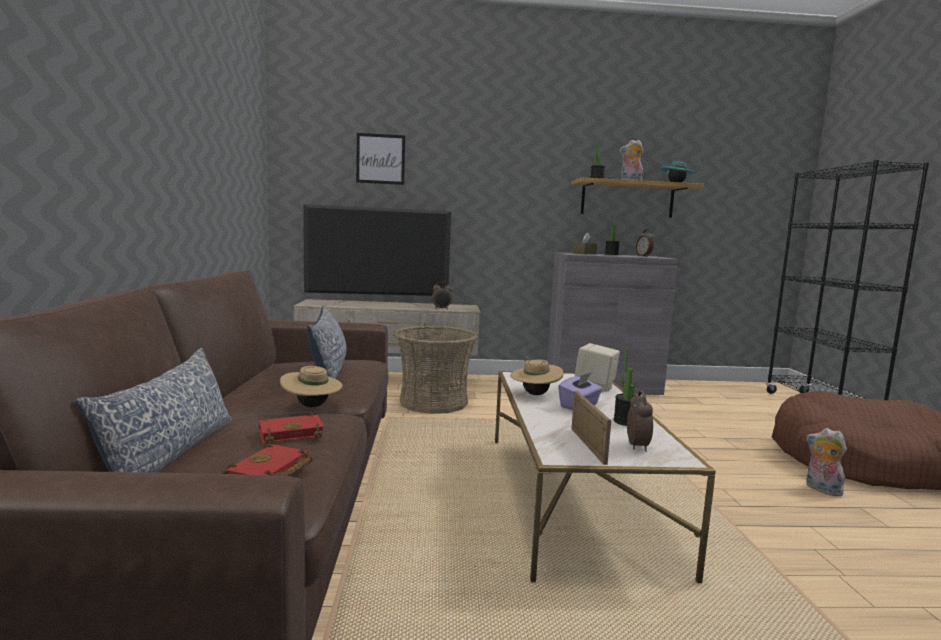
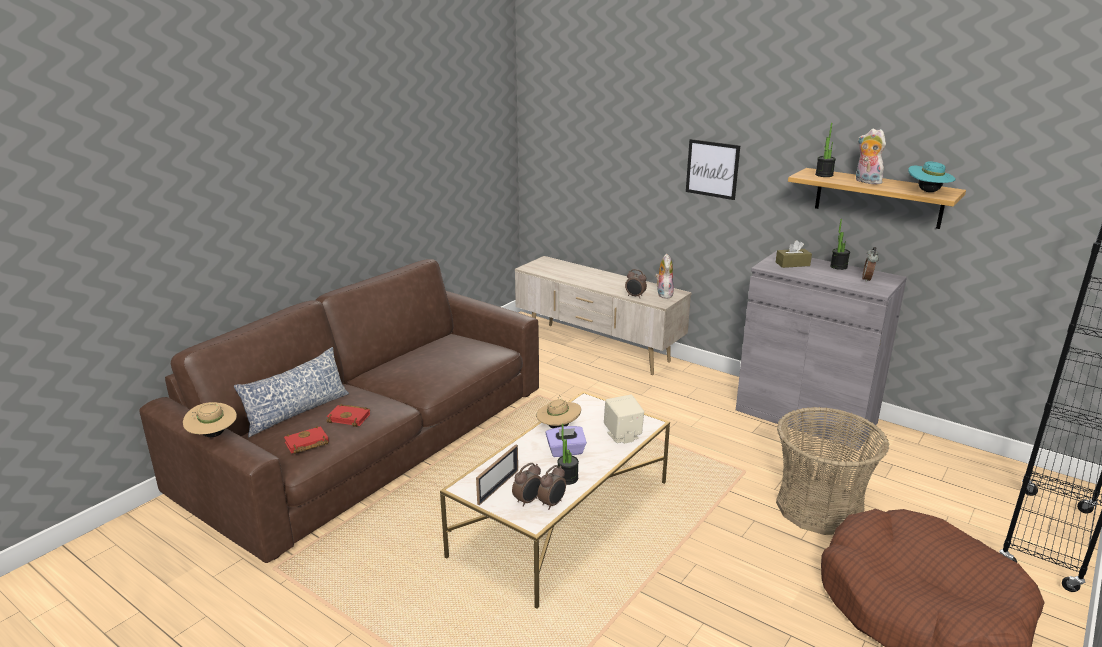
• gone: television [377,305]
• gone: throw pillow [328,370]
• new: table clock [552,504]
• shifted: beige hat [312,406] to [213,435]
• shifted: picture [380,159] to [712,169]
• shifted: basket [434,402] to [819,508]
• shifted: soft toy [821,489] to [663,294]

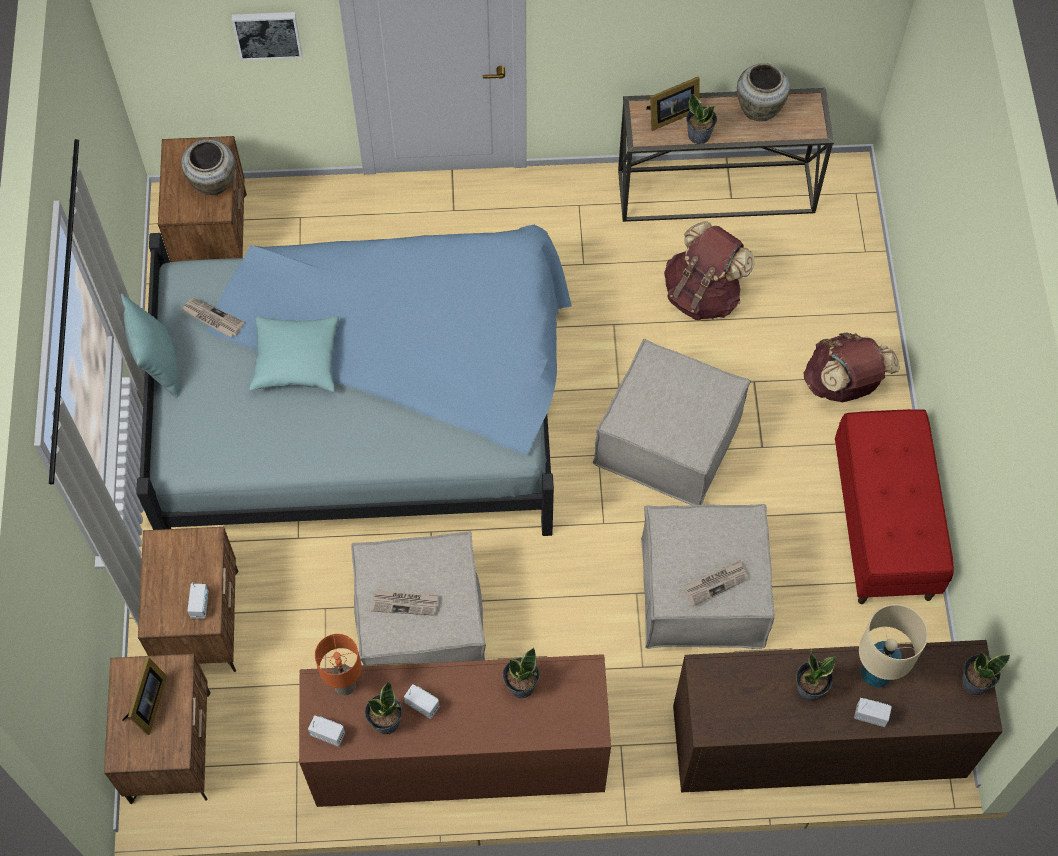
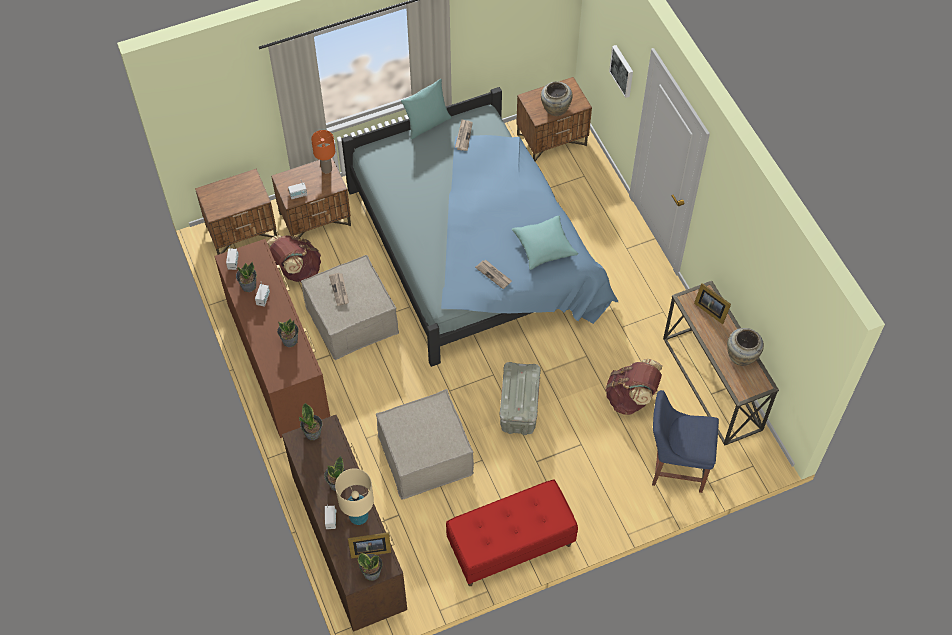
• new: blue-coloured chair [675,467]
• shifted: standing frame [148,705] to [369,550]
• shifted: turquoise throw pillow [296,361] to [544,247]
• shifted: orange-coloured lamp for a table [344,686] to [326,169]
• shifted: daily paper [715,583] to [494,275]
• shifted: plant in a pot [699,135] to [313,433]
• shifted: brown-coloured rucksack [843,385] to [297,271]
• swapped: beige ottoman [667,440] to greyish storage container [519,408]

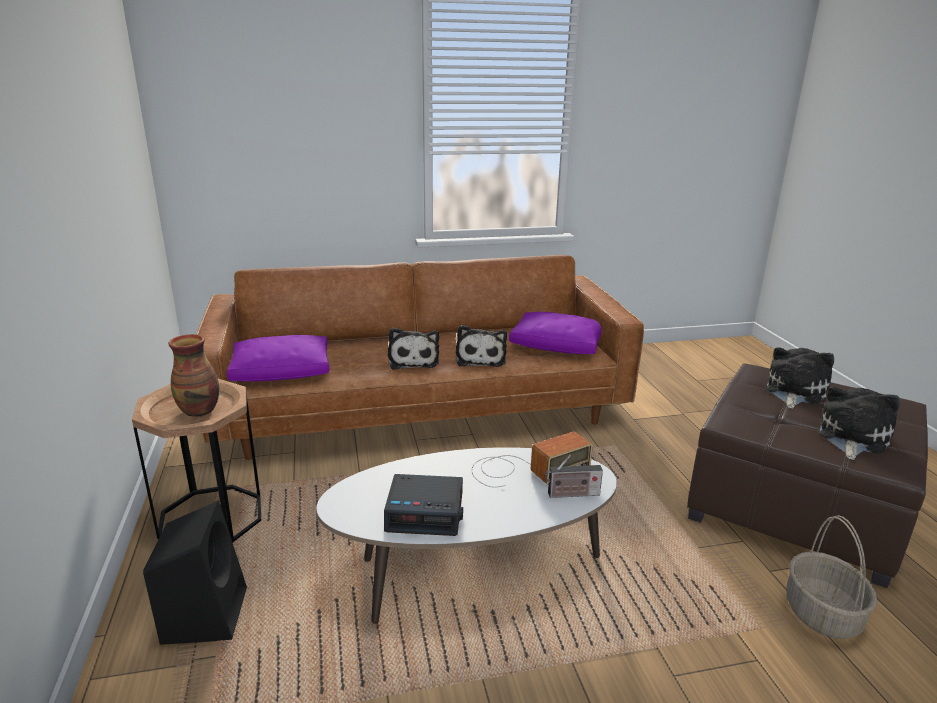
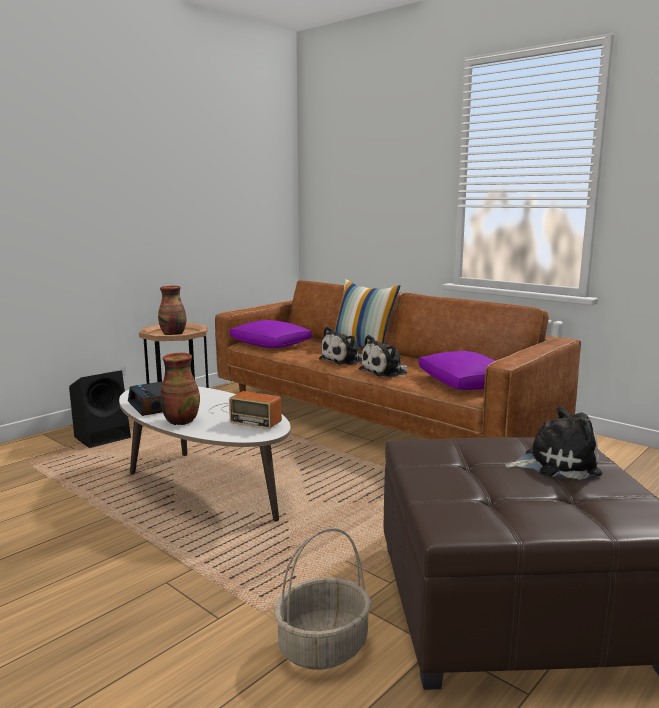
• gone: radio receiver [571,494]
• gone: soft toy [851,437]
• new: flower vase [180,421]
• new: throw pillow [362,349]

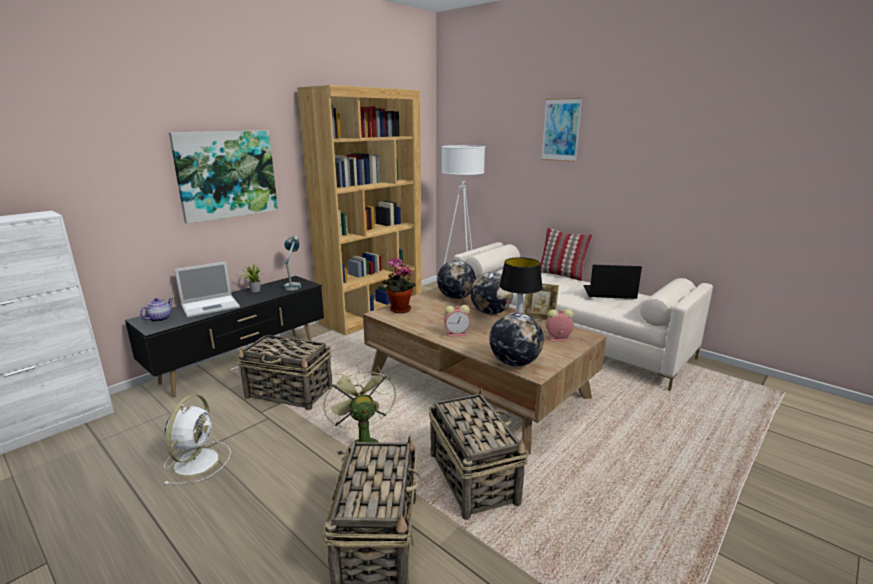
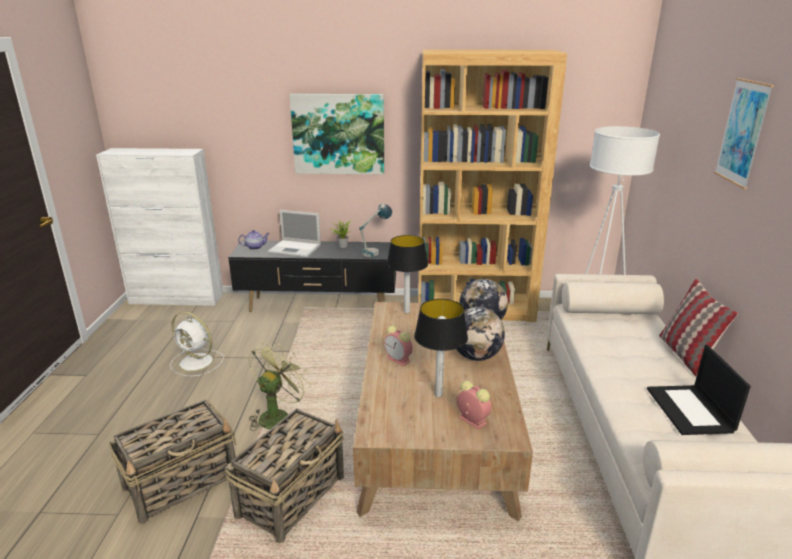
• gone: basket [290,393]
• gone: globe [514,363]
• gone: standing frame [539,318]
• swapped: plant in a pot [398,310] to lamp for a table [406,312]
• rotated: white cooling fan [197,461] = [197,362] 60 degrees clockwise
• rotated: notebook computer [609,293] = [690,410] 150 degrees counterclockwise

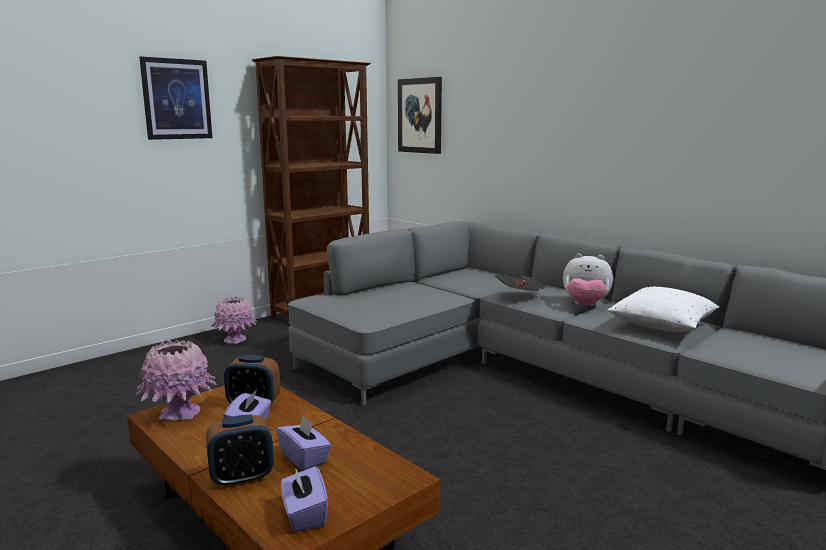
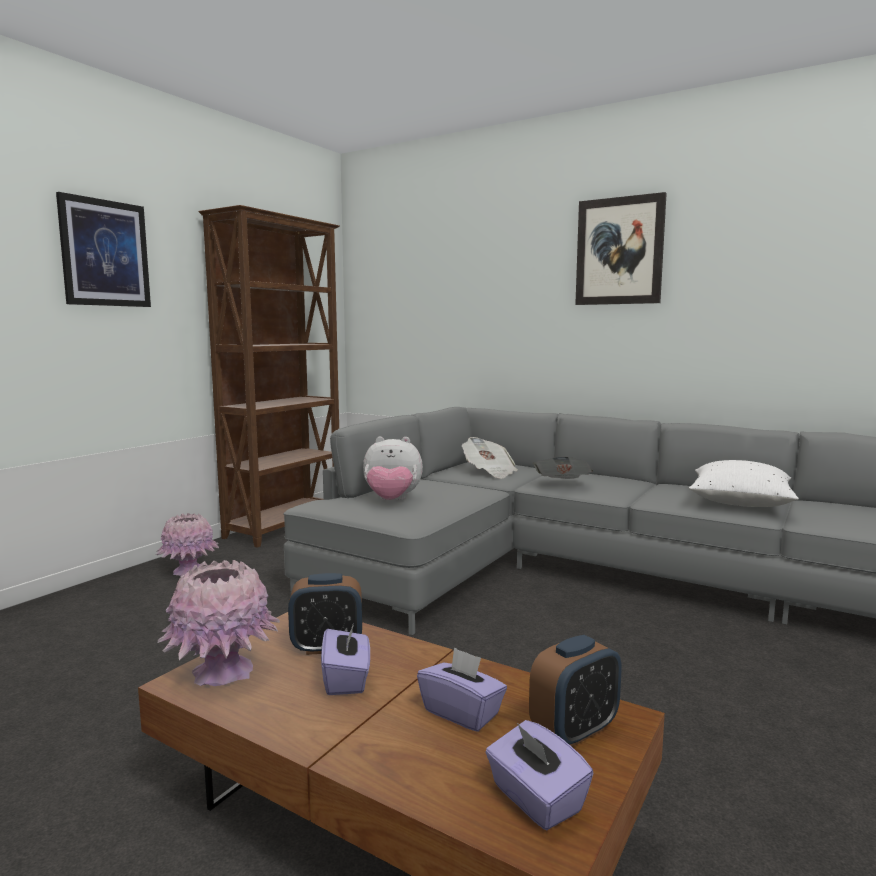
• new: daily paper [489,472]
• shifted: table clock [242,478] to [574,730]
• shifted: picture [420,115] to [619,251]
• shifted: soft toy [585,306] to [392,501]

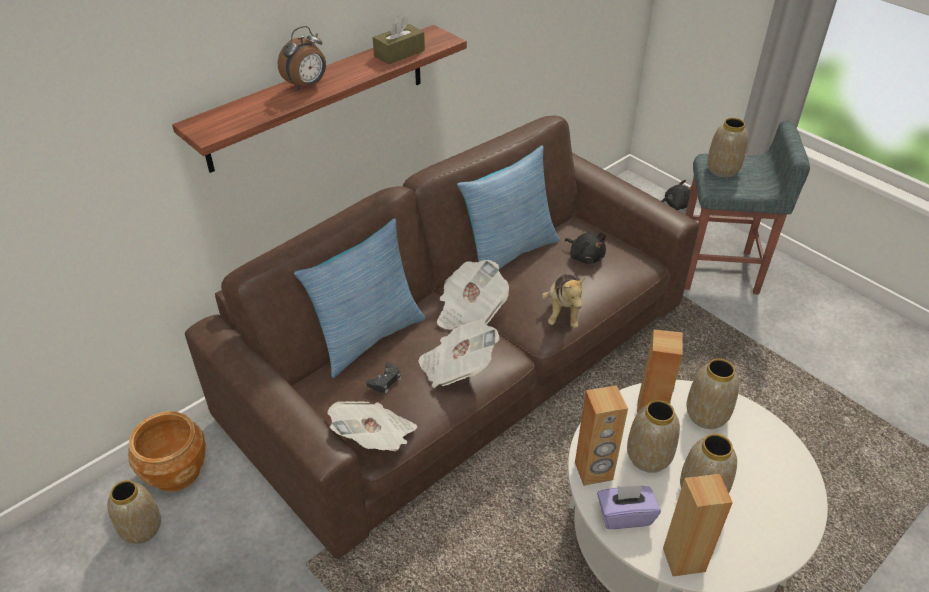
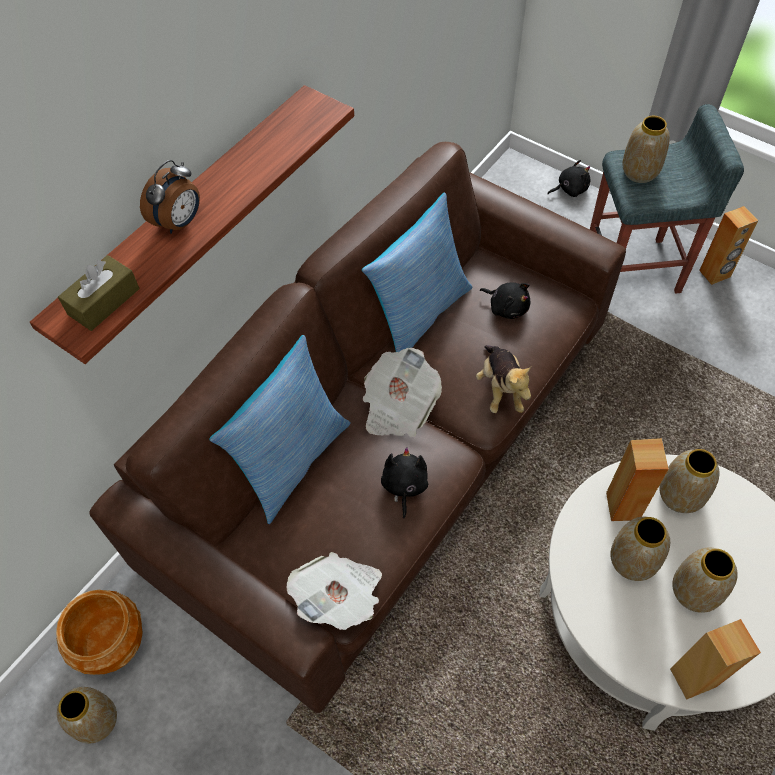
• gone: black gamepad [385,381]
• gone: purple box of tissues [624,515]
• shifted: brown-coloured box of tissues [399,53] to [104,301]
• shifted: brown-coloured loudspeaker [594,471] to [715,274]
• swapped: daily paper [457,367] to black soft toy [404,486]

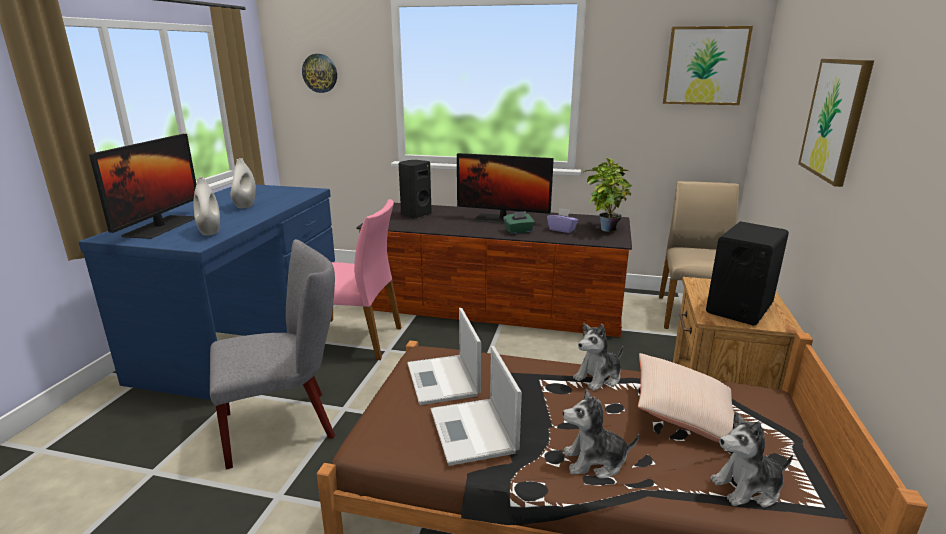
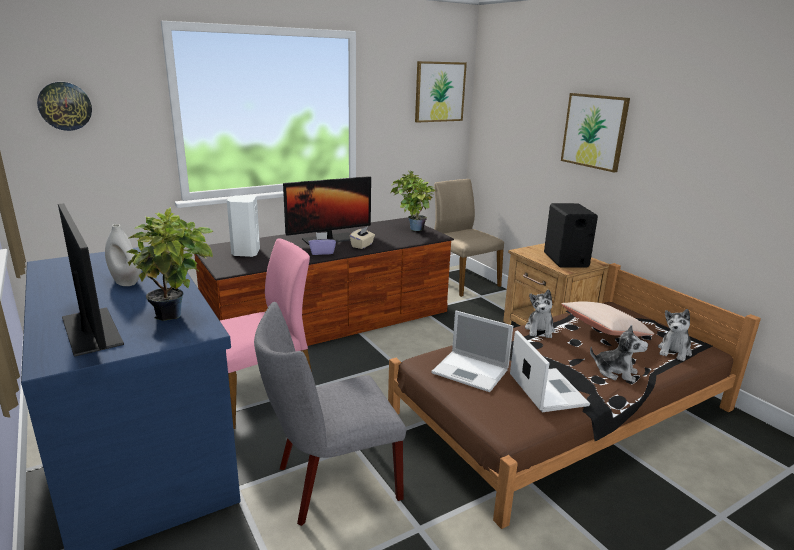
• shifted: purple box of tissues [562,230] to [322,252]
• swapped: white flower vase [210,232] to plant in a pot [175,316]
• repainted: black loudspeaker [415,214] to white loudspeaker [245,252]
• repainted: greenish box of tissues [518,231] to beige box of tissues [362,245]
• rotated: greyish chair [286,424] = [330,483] 135 degrees counterclockwise
• rotated: notebook computer [473,432] = [546,389] 135 degrees counterclockwise
• rotated: soft toy [594,462] = [615,372] 105 degrees counterclockwise

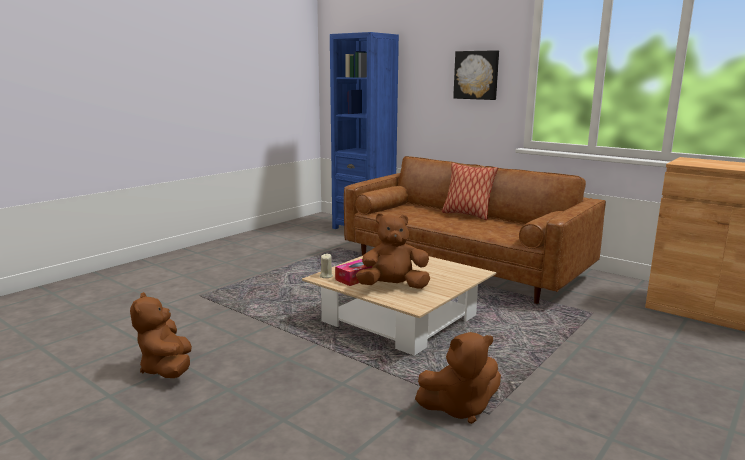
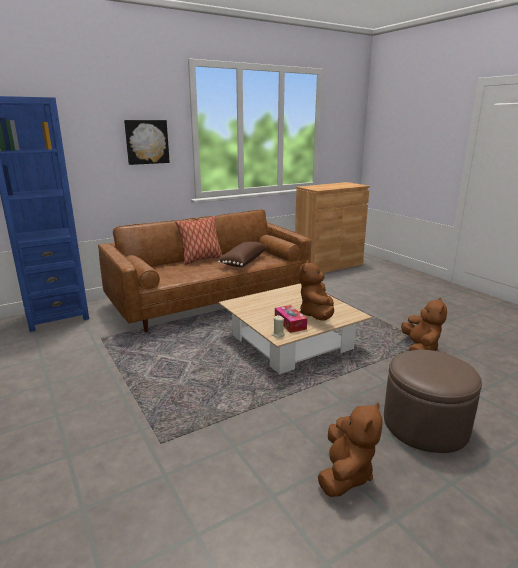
• new: brown-coloured throw pillow [242,261]
• new: brown-coloured ottoman [425,425]
• rotated: brown-coloured soft toy [167,369] = [345,474] 75 degrees counterclockwise

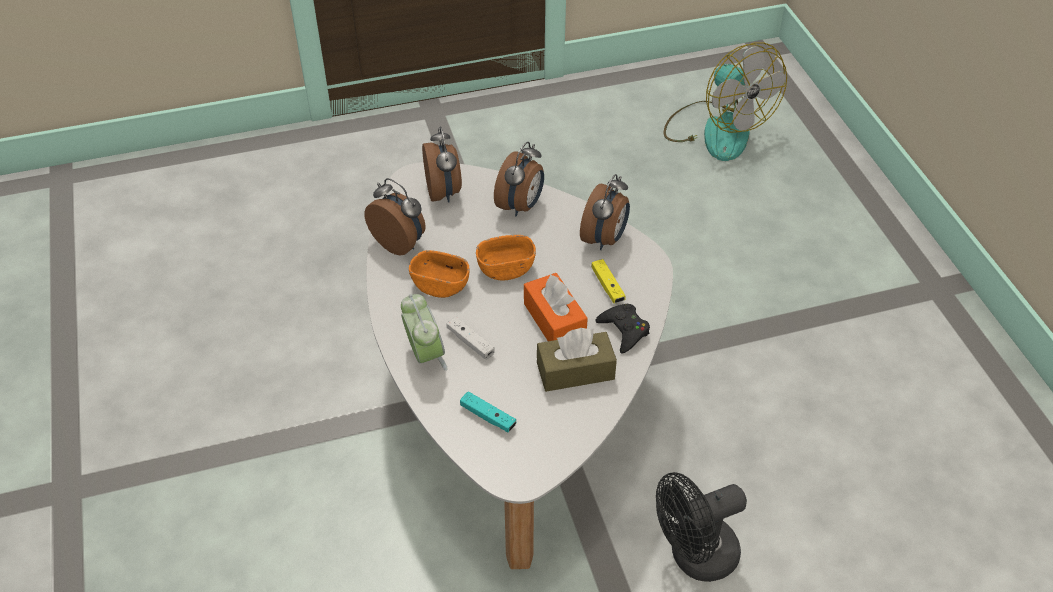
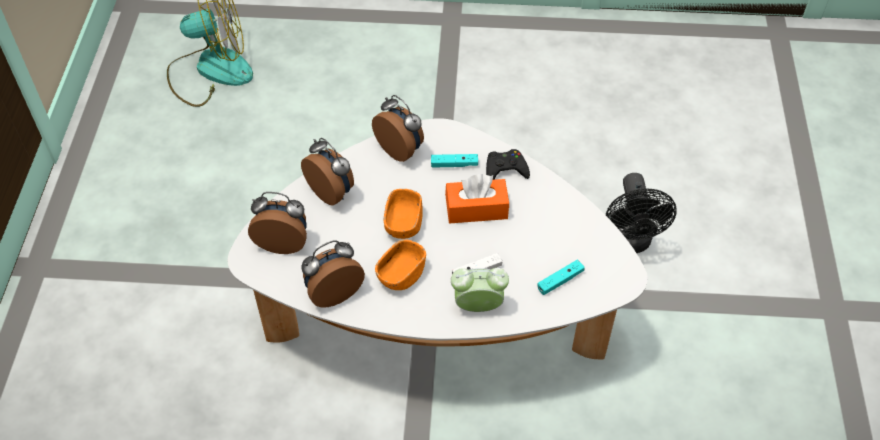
• gone: brown-coloured box of tissues [575,371]
• repainted: yellow-coloured gamepad [607,286] to turquoise gamepad [454,164]

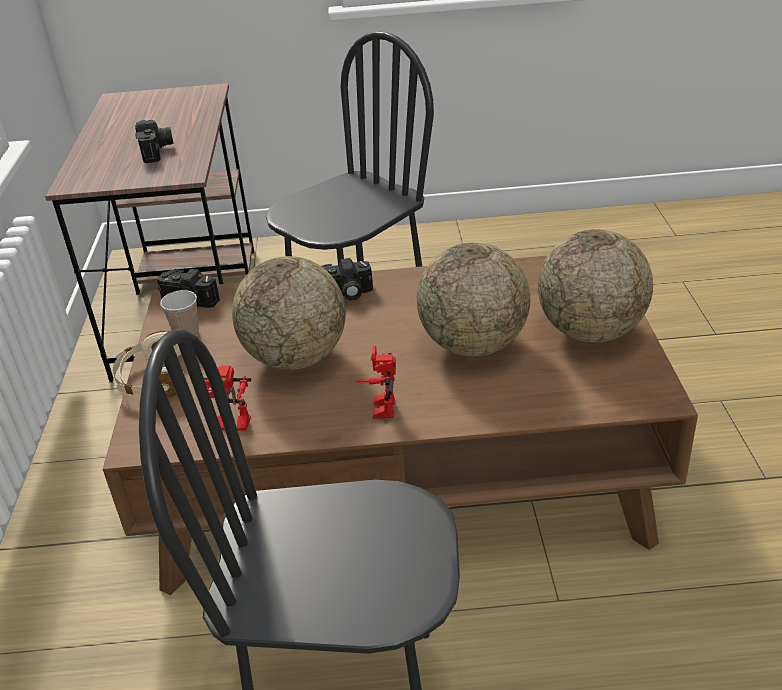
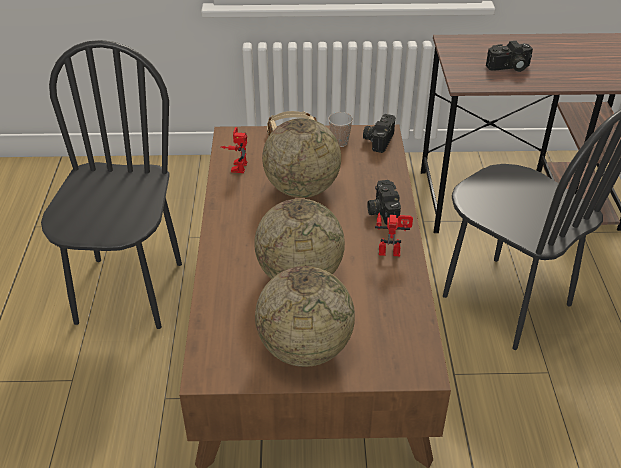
• shifted: model robot [379,406] to [391,248]

